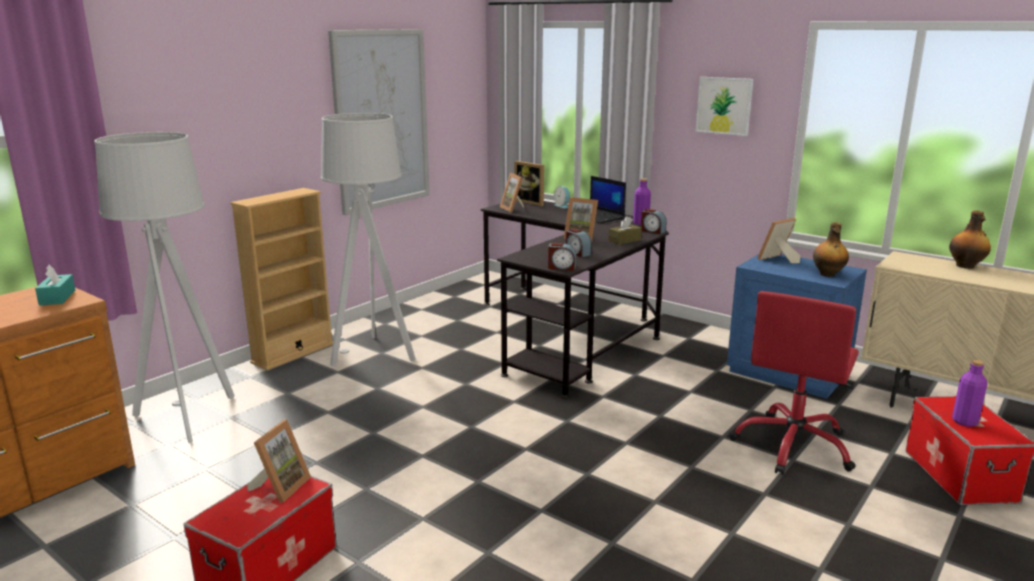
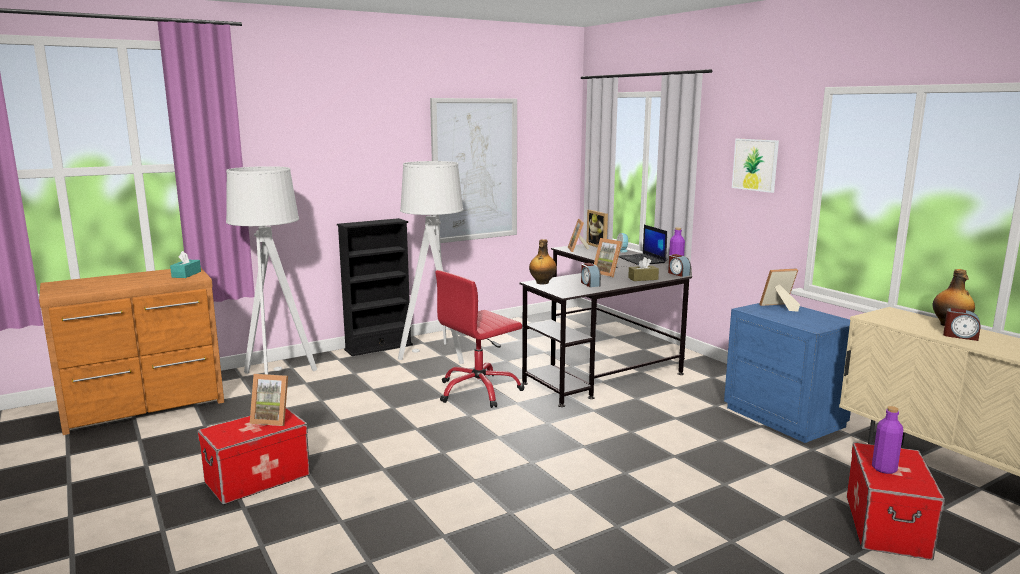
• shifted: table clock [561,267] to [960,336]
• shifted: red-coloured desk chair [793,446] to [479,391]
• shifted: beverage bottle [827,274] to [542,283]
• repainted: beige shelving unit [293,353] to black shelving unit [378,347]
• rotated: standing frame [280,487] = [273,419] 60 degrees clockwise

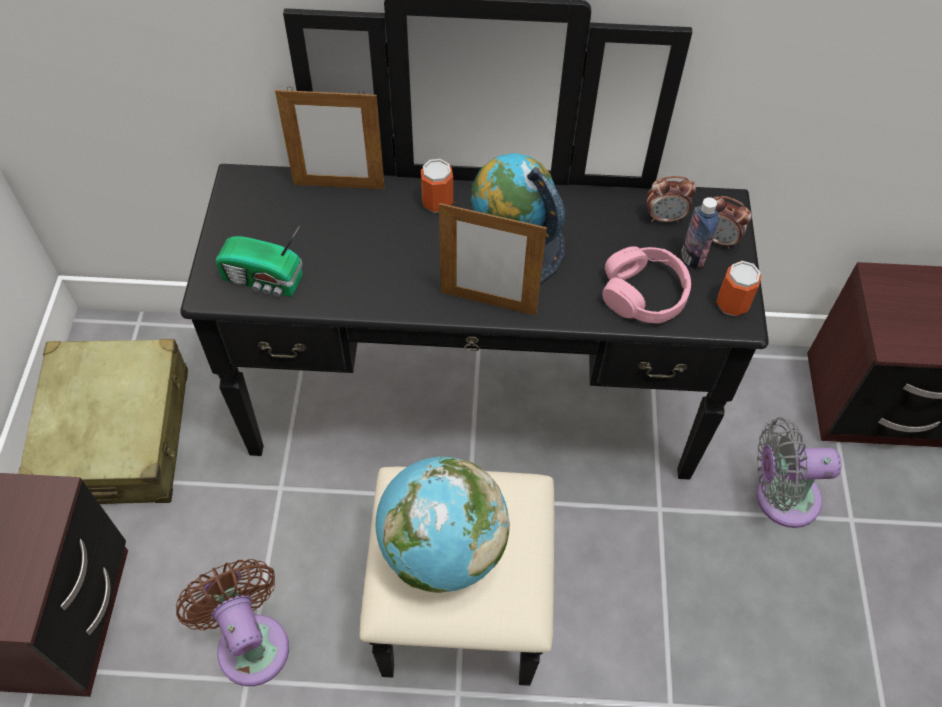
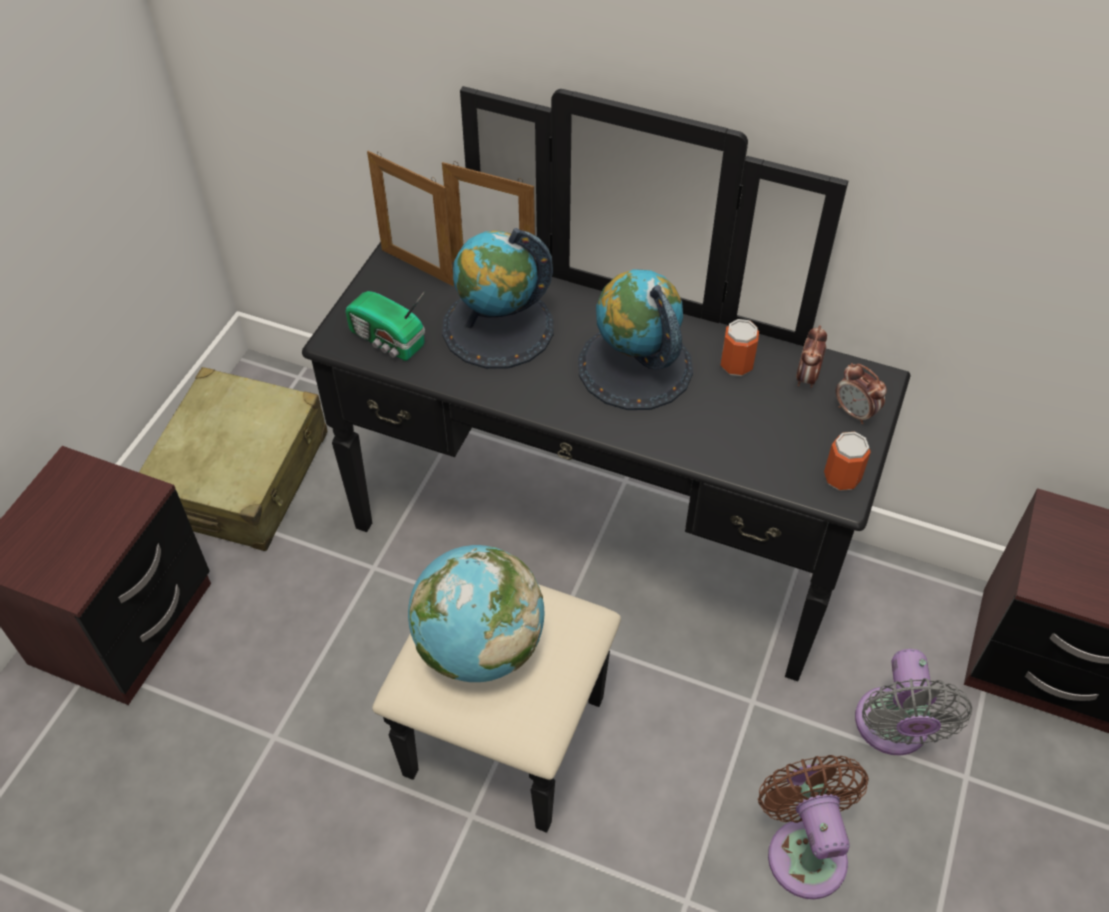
• gone: pink-coloured headset [644,294]
• gone: beverage bottle [692,258]
• new: globe [498,328]
• shifted: brown-coloured cooling fan [250,642] to [804,849]
• shifted: metal can [437,202] to [736,365]
• shifted: standing frame [488,303] to [417,267]
• rotated: table clock [665,217] = [807,378] 90 degrees clockwise
• rotated: greyish cooling fan [780,497] = [892,729] 105 degrees counterclockwise

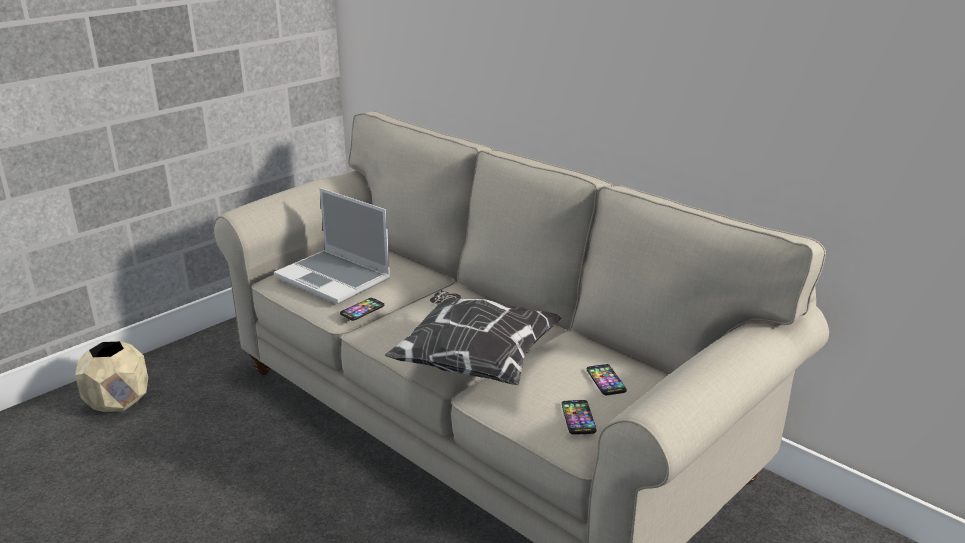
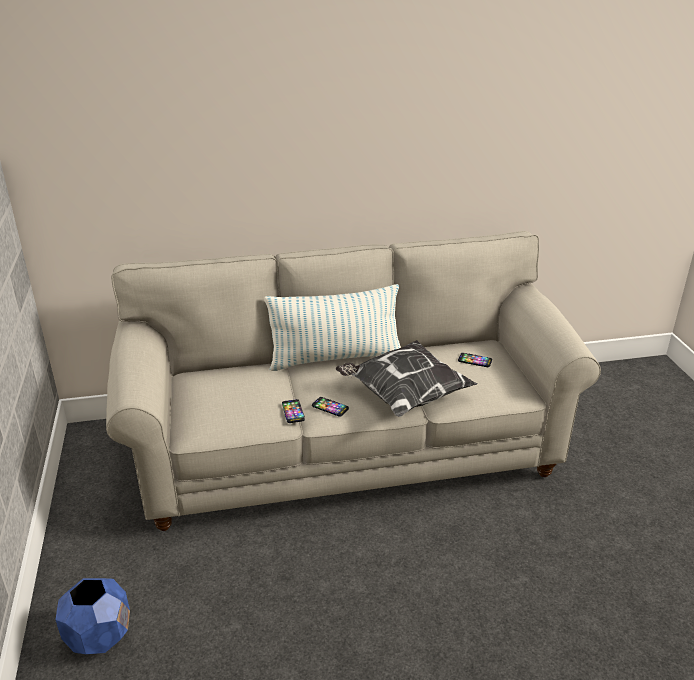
• gone: notebook computer [335,278]
• new: throw pillow [335,359]
• shifted: telephone [578,418] to [330,407]
• repainted: beige plant pot [119,402] to blue-coloured plant pot [100,636]

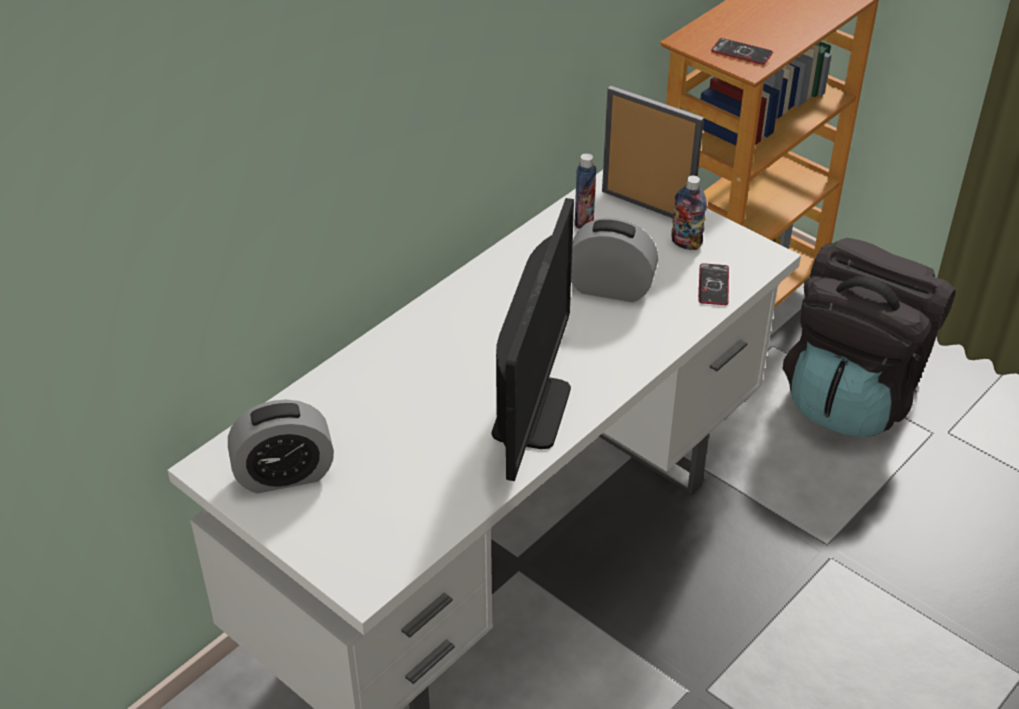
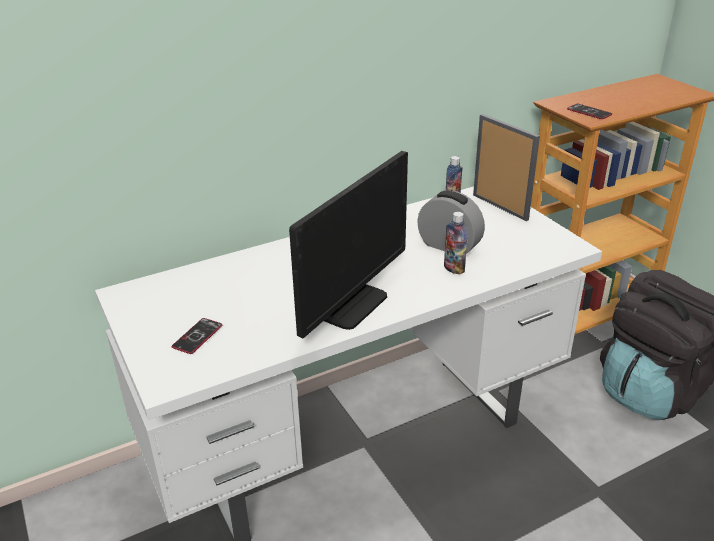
• gone: table clock [284,474]
• shifted: beverage bottle [686,243] to [454,269]
• shifted: telephone [713,285] to [197,336]

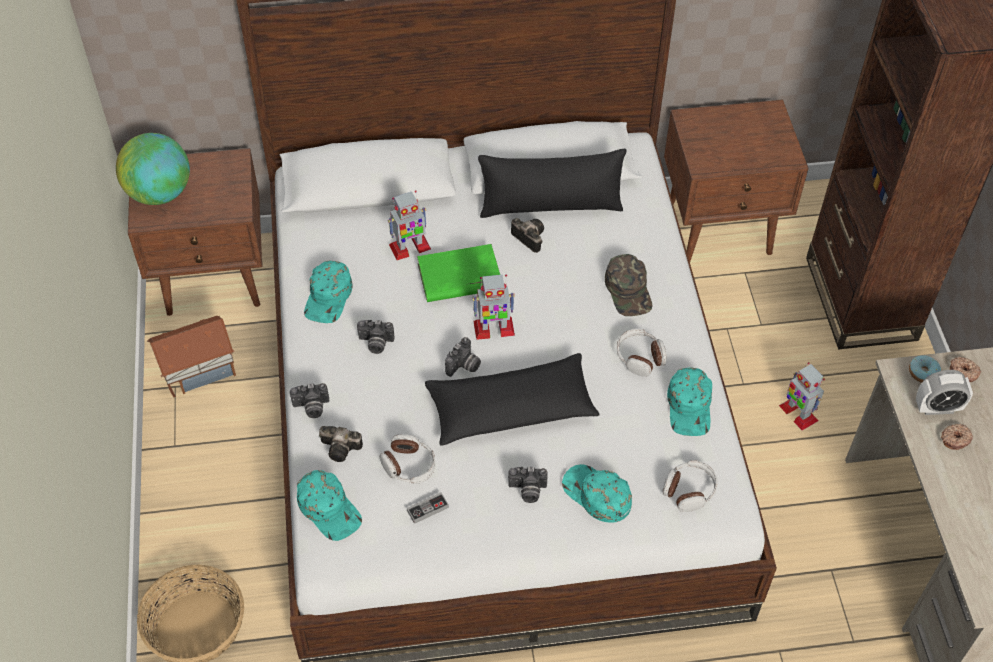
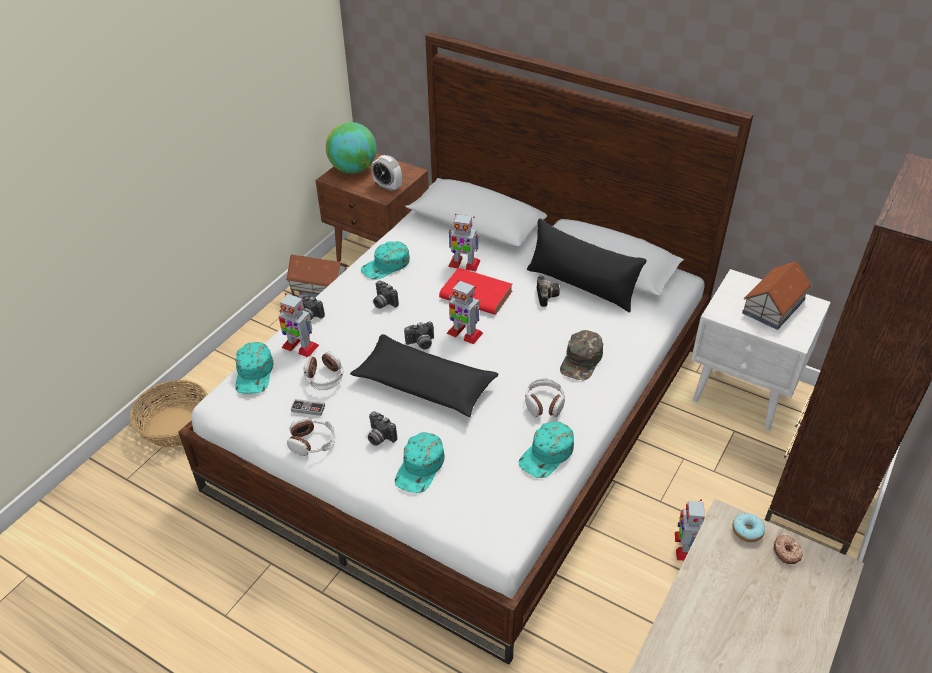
• gone: ring doughnut [954,439]
• new: model house [774,306]
• shifted: headset [689,490] to [312,442]
• shifted: table clock [937,408] to [388,186]
• swapped: still camera [342,448] to model robot [299,346]
• repainted: greenish volume [459,277] to red-coloured volume [475,295]
• repainted: brown-coloured night table [721,228] to white night table [743,393]
• rotated: turquoise peaked cap [596,495] = [420,467] 150 degrees counterclockwise

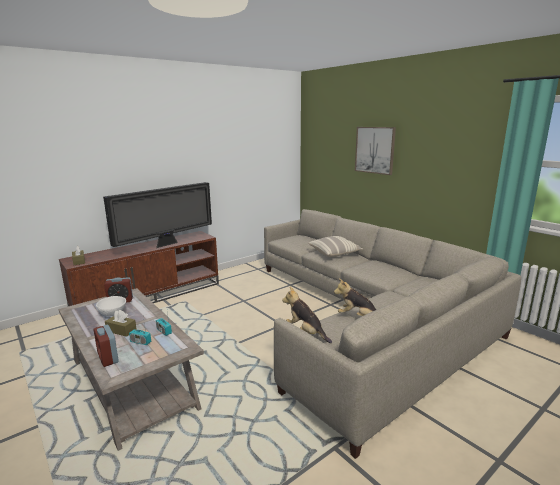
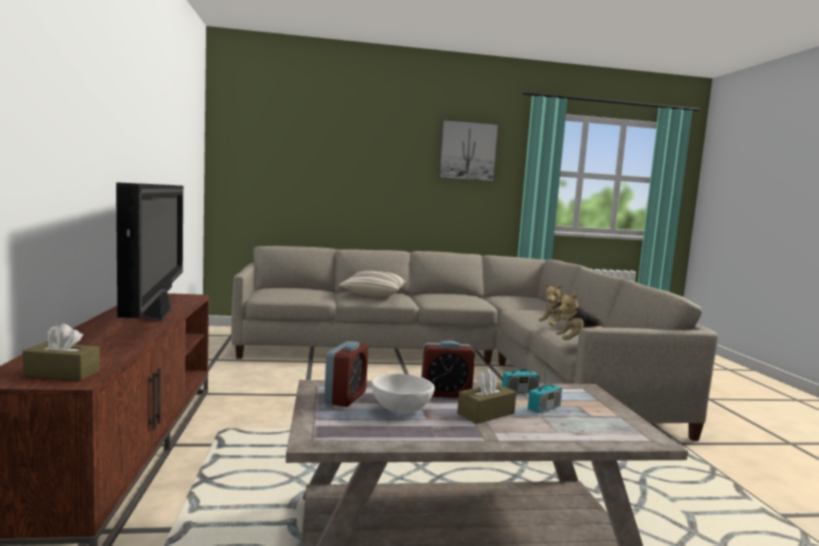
• shifted: table clock [108,358] to [445,393]
• shifted: picture [375,150] to [467,151]

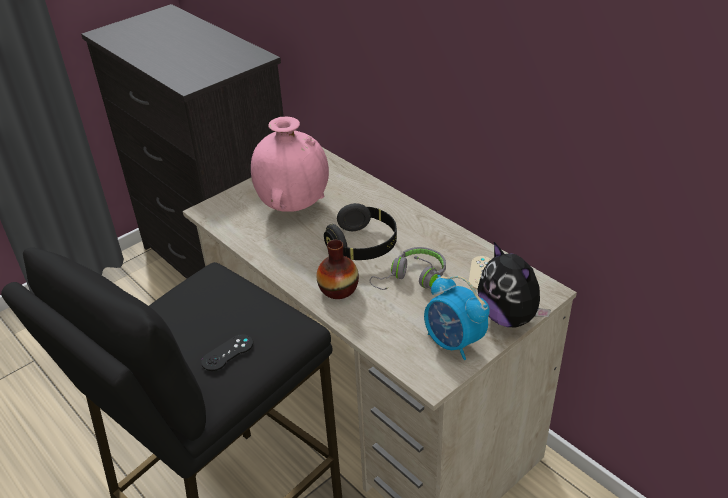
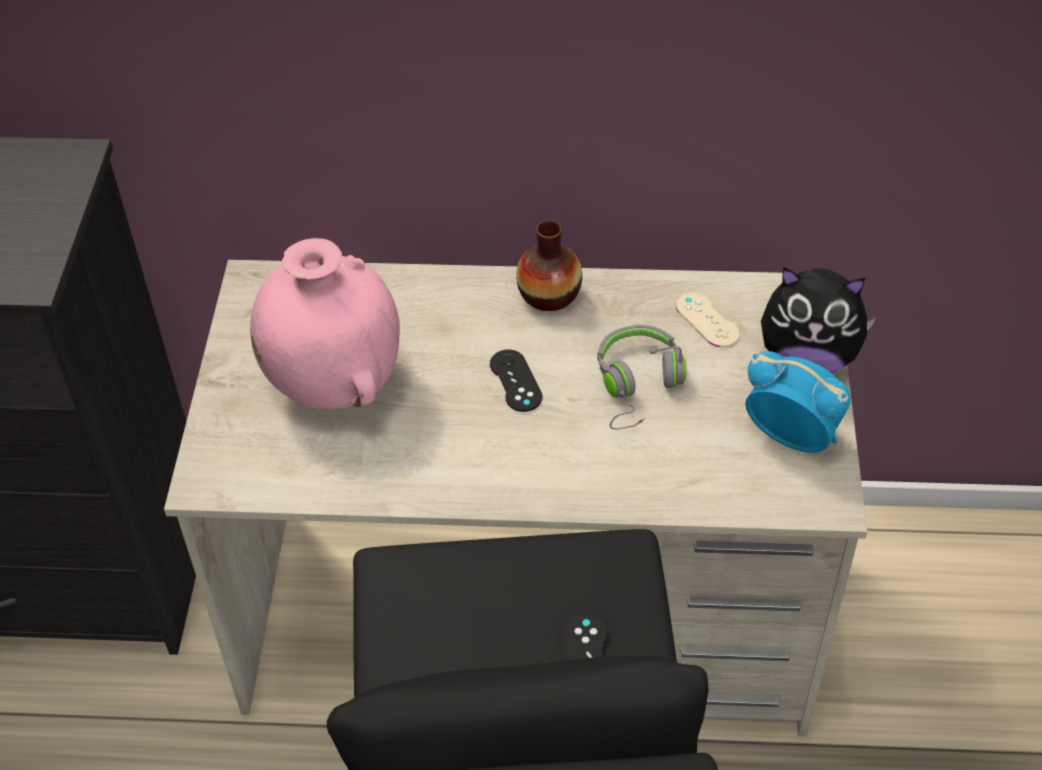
• shifted: flower vase [338,289] to [549,295]
• swapped: black headset [363,245] to black gamepad [515,381]
• rotated: table clock [453,342] = [791,436] 150 degrees counterclockwise

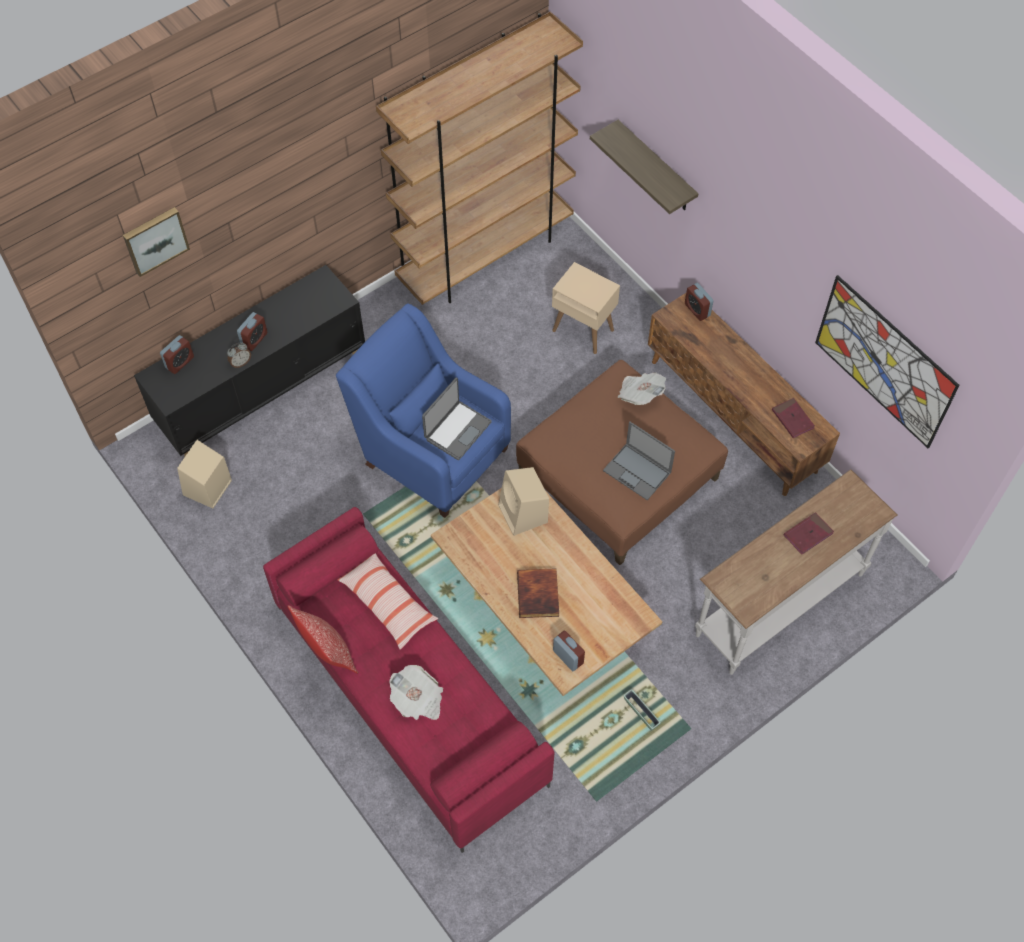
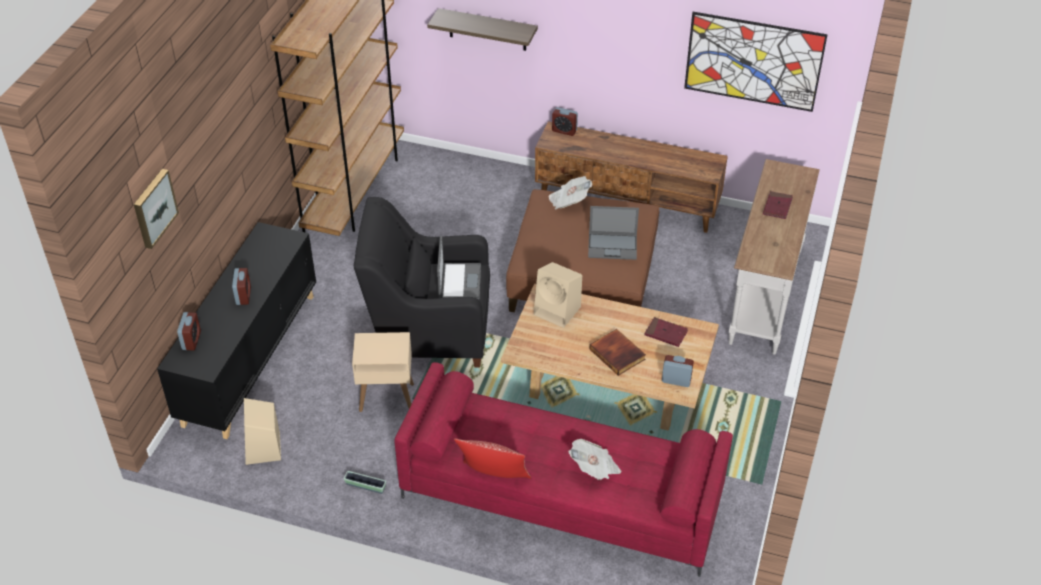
• gone: table clock [240,363]
• gone: throw pillow [388,604]
• shifted: beige end table [582,330] to [386,397]
• shifted: plant pot [641,713] to [365,486]
• shifted: red-coloured volume [792,419] to [666,333]
• repainted: blue-coloured easy chair [431,452] to black easy chair [429,331]

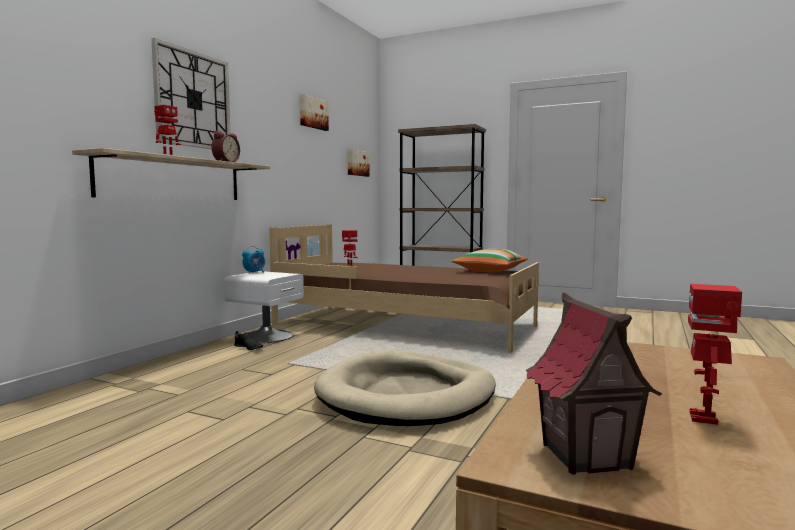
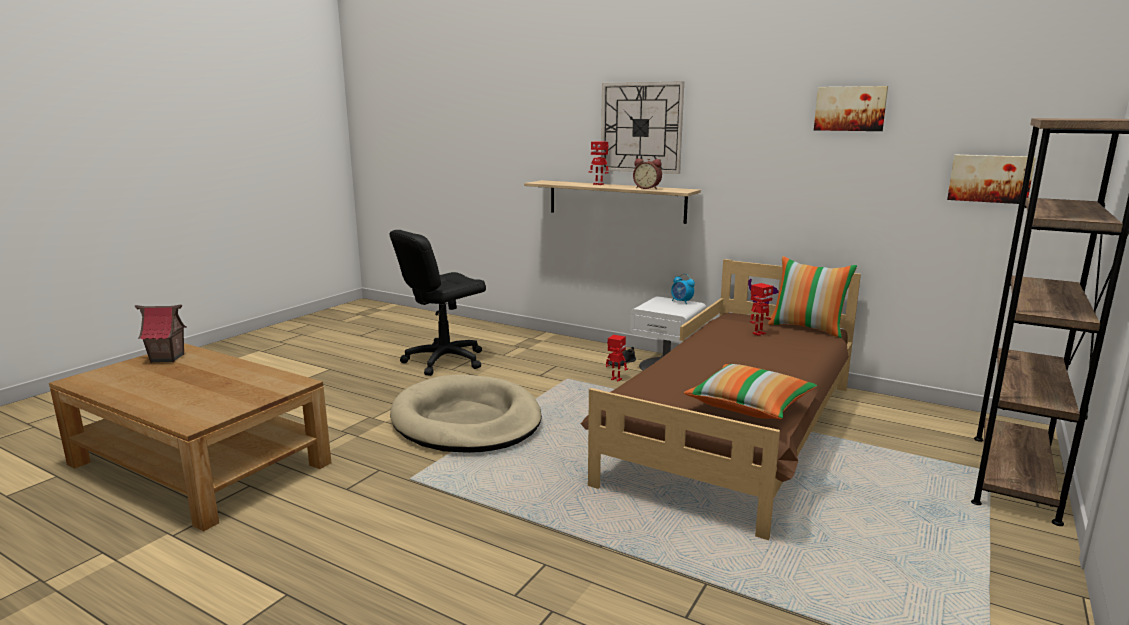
• new: black desk chair [444,361]
• new: throw pillow [807,328]
• shifted: model robot [705,418] to [616,379]

